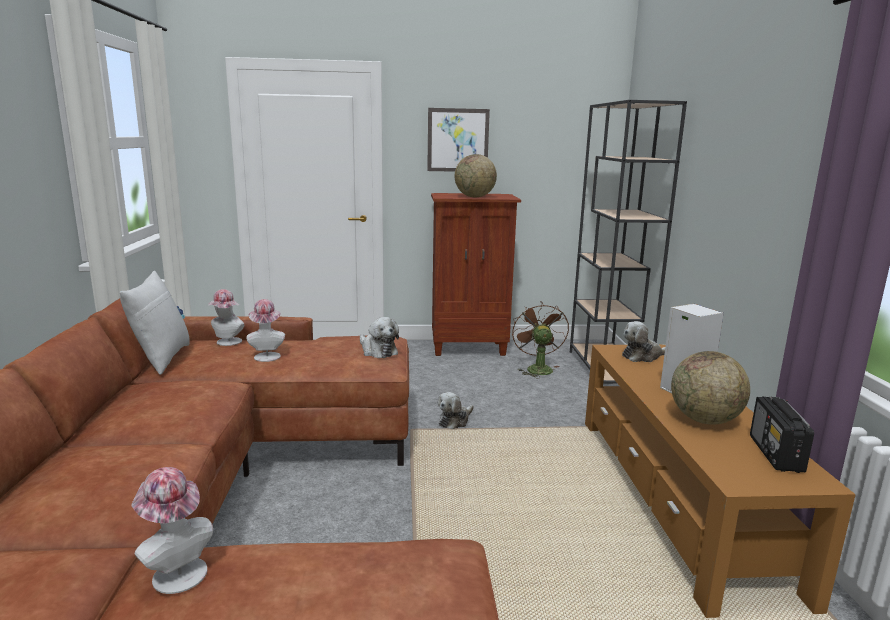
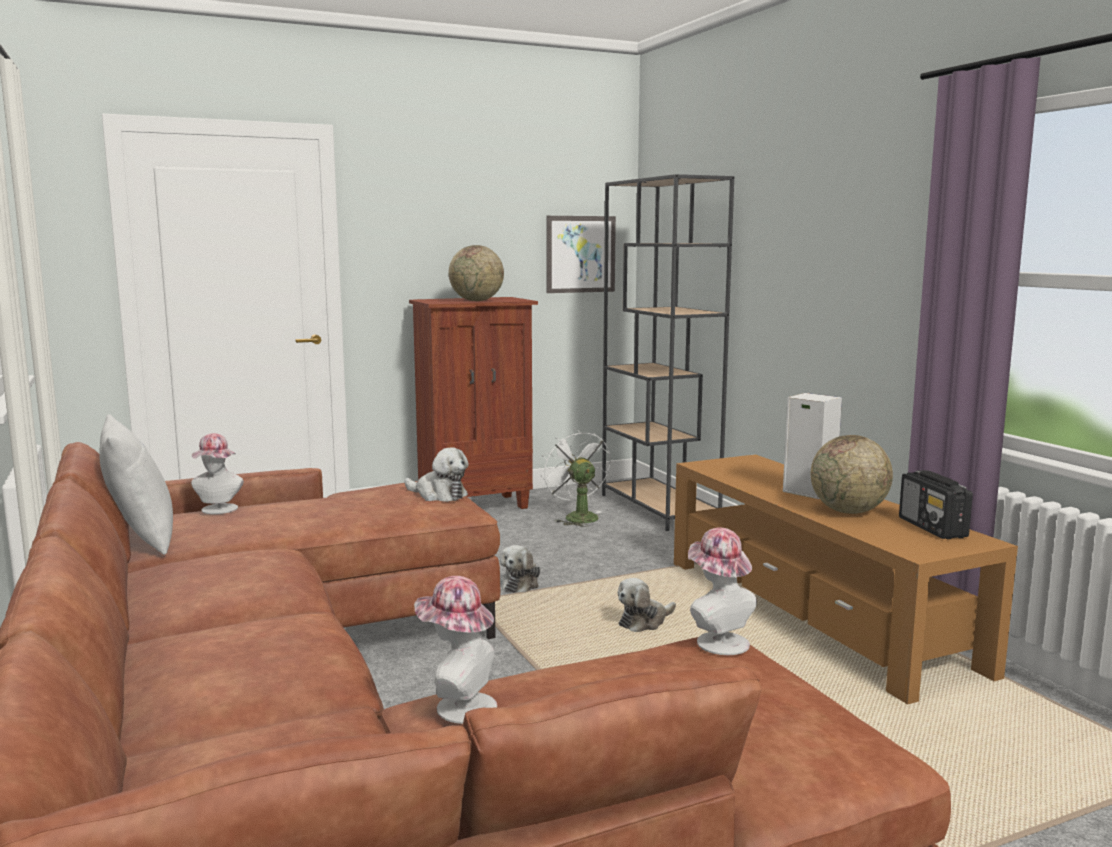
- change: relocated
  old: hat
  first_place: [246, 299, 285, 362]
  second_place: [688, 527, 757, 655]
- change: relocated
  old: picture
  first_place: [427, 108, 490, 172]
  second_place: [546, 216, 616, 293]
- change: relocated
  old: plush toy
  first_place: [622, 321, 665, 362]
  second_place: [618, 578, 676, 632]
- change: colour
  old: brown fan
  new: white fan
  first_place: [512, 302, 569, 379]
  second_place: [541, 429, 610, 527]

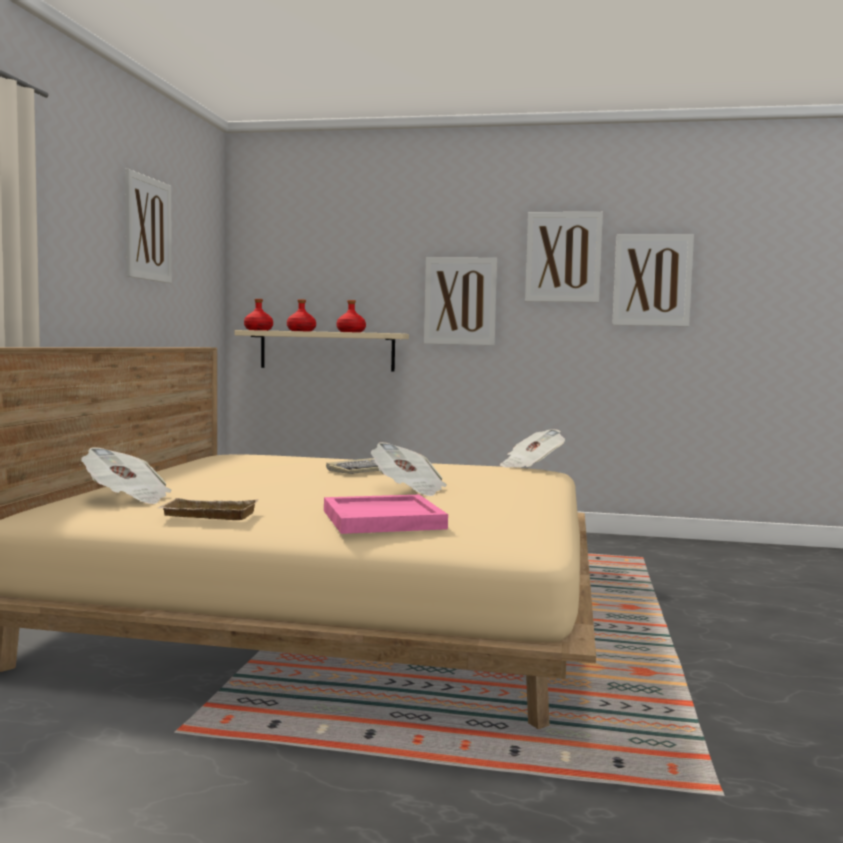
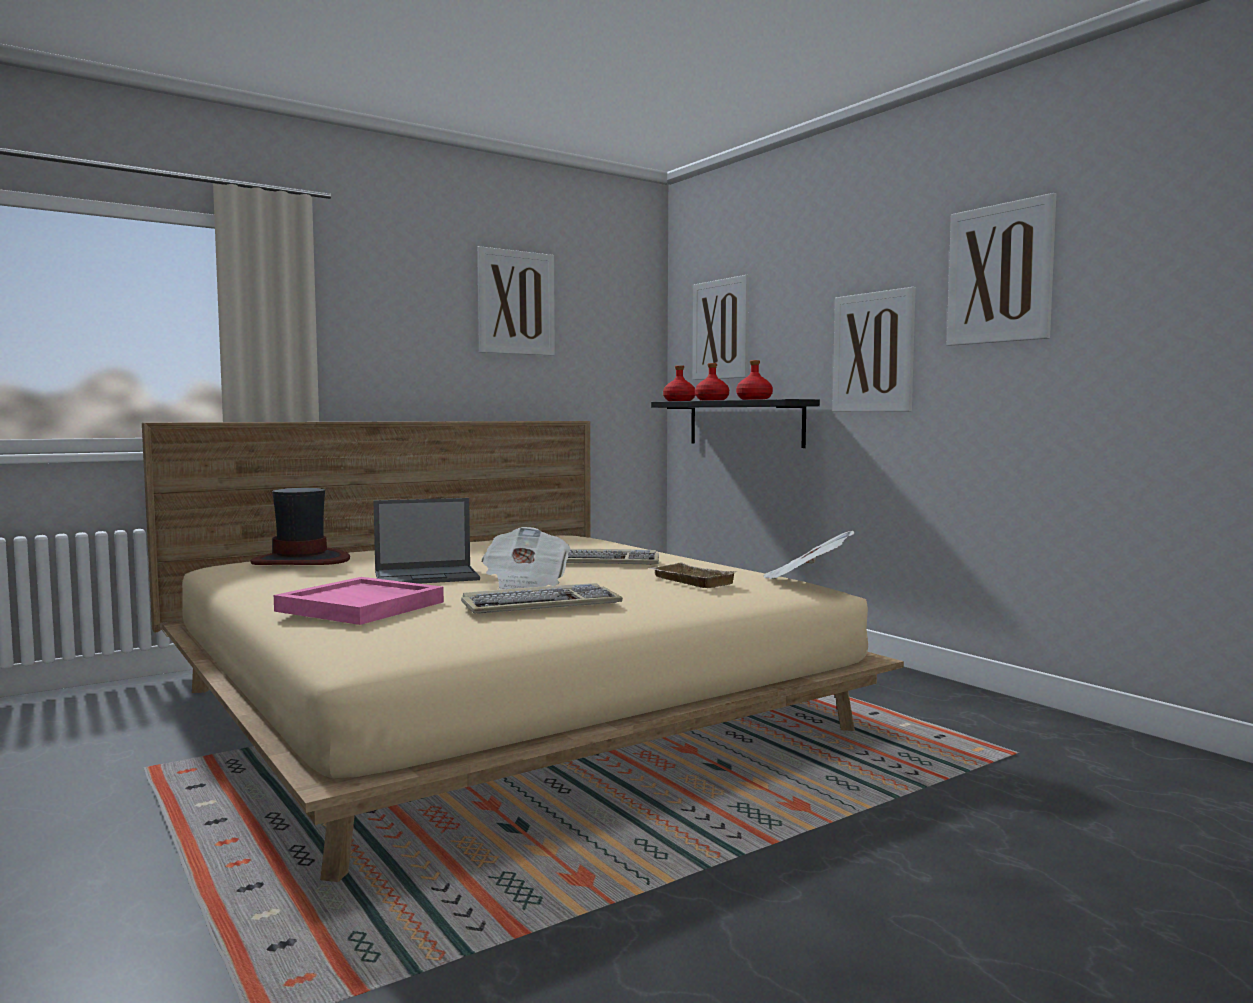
- change: appeared
  new: laptop
  second_place: [373, 498, 480, 584]
- change: appeared
  new: keyboard
  second_place: [461, 583, 623, 614]
- change: relocated
  old: beige tray
  first_place: [158, 498, 259, 520]
  second_place: [648, 563, 737, 588]
- change: relocated
  old: picture
  first_place: [612, 234, 694, 326]
  second_place: [693, 275, 749, 380]
- change: exchanged
  old: newspaper
  new: hat
  first_place: [81, 447, 172, 504]
  second_place: [250, 488, 350, 565]
- change: colour
  old: beige shelf
  new: black shelf
  first_place: [235, 330, 409, 371]
  second_place: [651, 399, 820, 448]

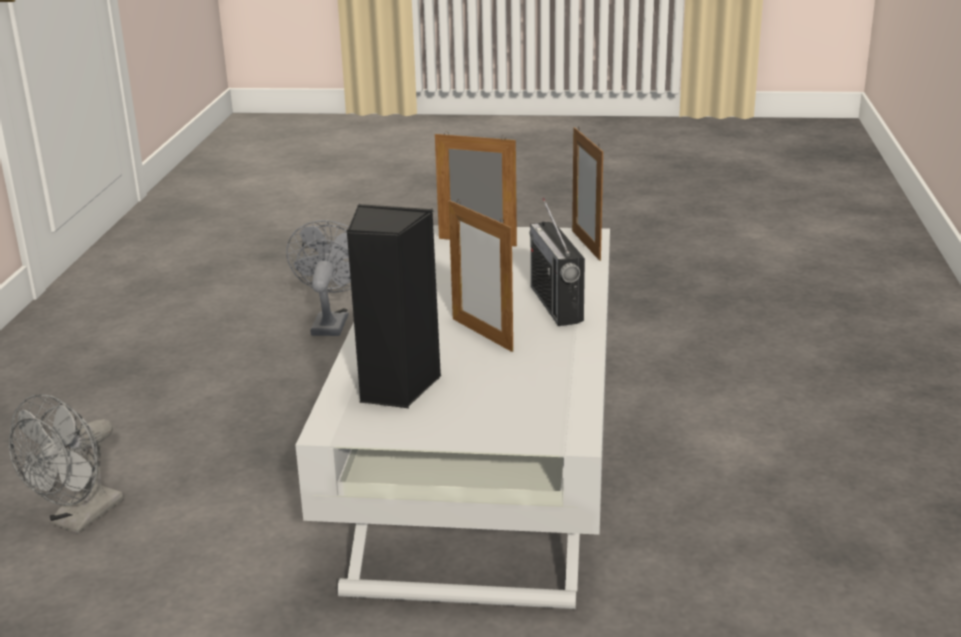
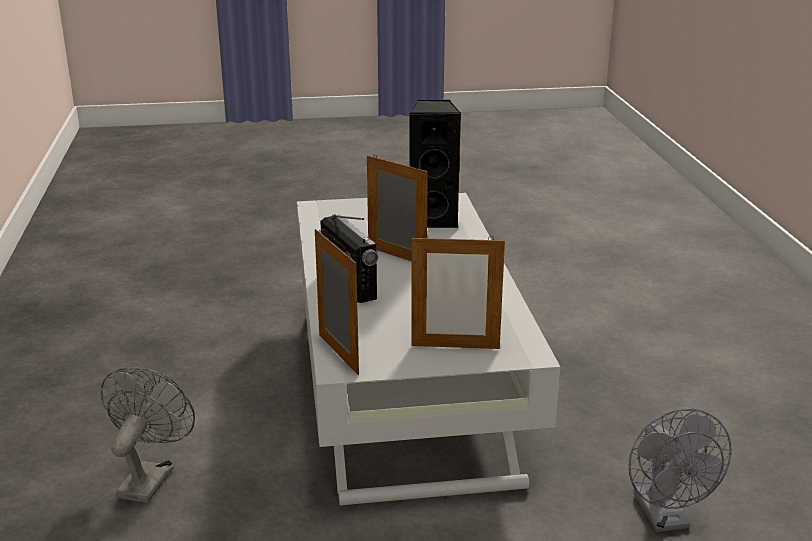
- change: relocated
  old: grey fan
  first_place: [9, 394, 123, 533]
  second_place: [100, 367, 195, 503]

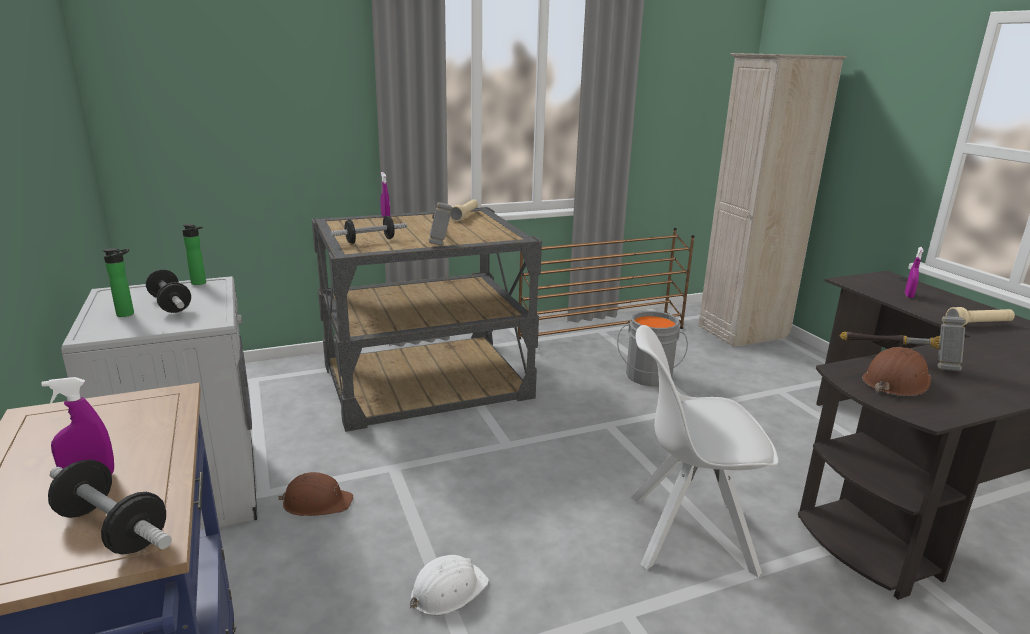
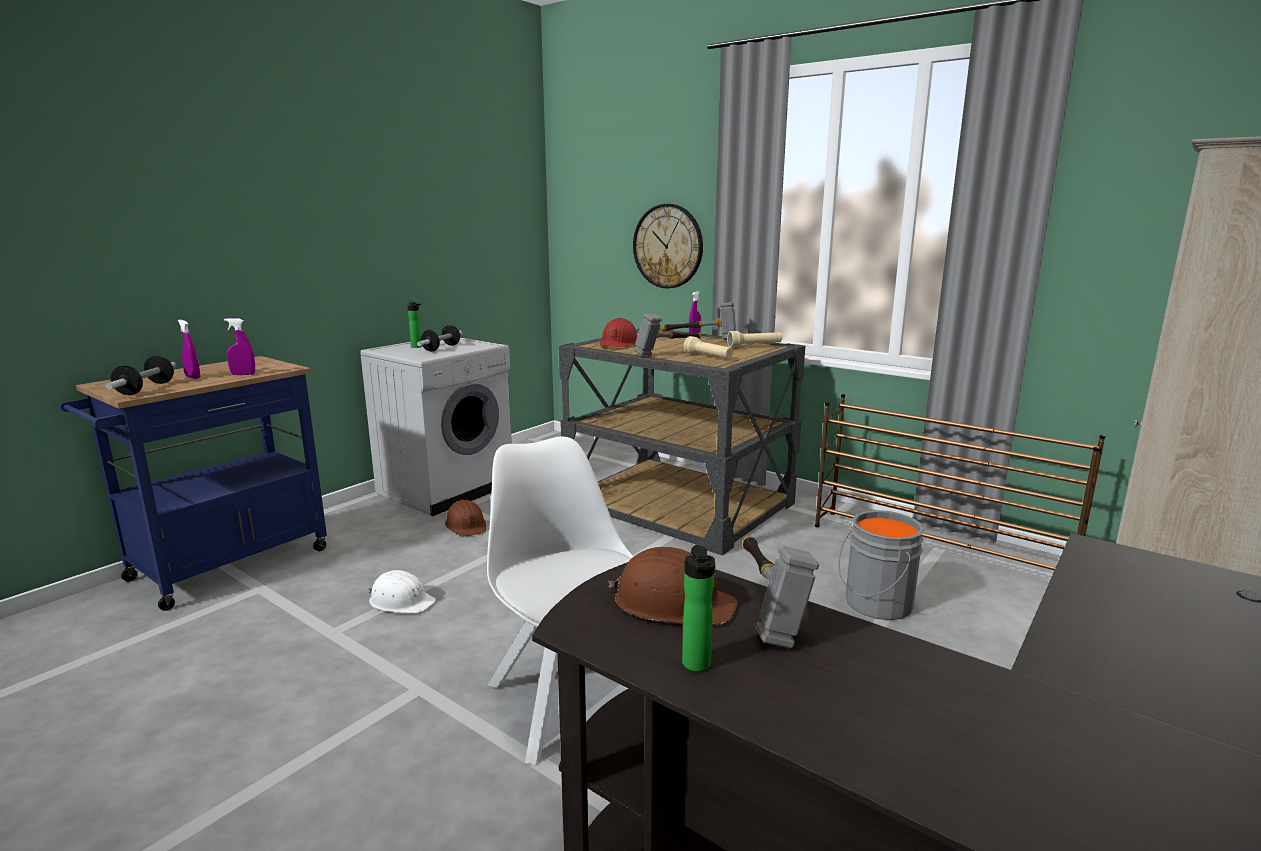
- change: appeared
  new: wall clock
  second_place: [633, 204, 703, 288]
- change: appeared
  new: hammer
  second_place: [661, 302, 736, 340]
- change: relocated
  old: bottle
  first_place: [182, 224, 206, 285]
  second_place: [682, 545, 715, 671]
- change: relocated
  old: purple spray bottle
  first_place: [905, 247, 924, 298]
  second_place: [224, 318, 255, 375]
- change: relocated
  old: beige flashlight
  first_place: [946, 307, 1015, 326]
  second_place: [683, 336, 733, 358]
- change: exchanged
  old: dumbbell
  new: red hard hat
  first_place: [330, 216, 407, 244]
  second_place: [600, 318, 637, 347]

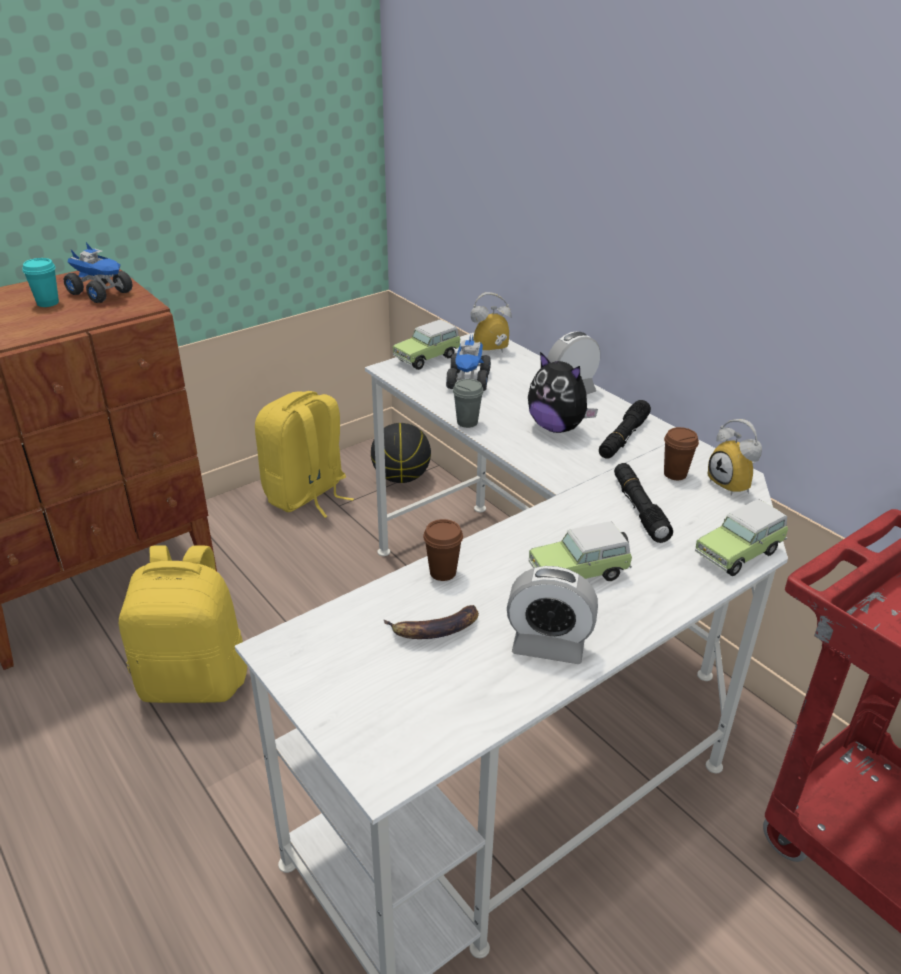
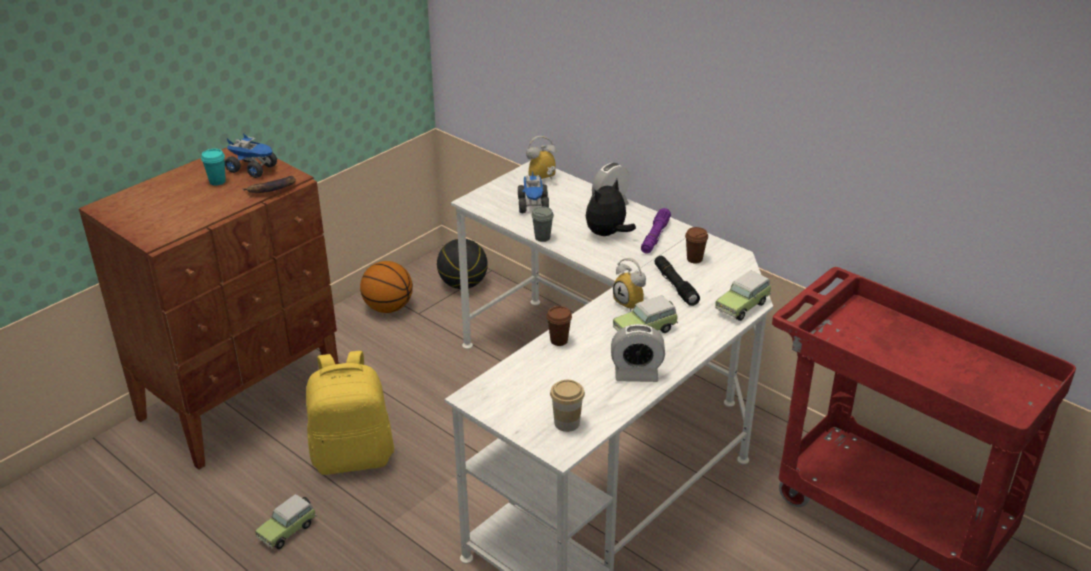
- change: appeared
  new: cup
  second_place: [550, 380, 585, 432]
- change: relocated
  old: banana
  first_place: [384, 605, 479, 639]
  second_place: [242, 176, 296, 193]
- change: relocated
  old: toy car
  first_place: [393, 320, 460, 370]
  second_place: [255, 494, 317, 549]
- change: relocated
  old: alarm clock
  first_place: [707, 419, 762, 496]
  second_place: [613, 258, 646, 312]
- change: exchanged
  old: yellow backpack
  new: basketball
  first_place: [255, 391, 354, 518]
  second_place: [360, 261, 413, 313]
- change: colour
  old: black flashlight
  new: purple flashlight
  first_place: [599, 400, 651, 459]
  second_place: [641, 208, 671, 254]
- change: spun
  old: plush toy
  first_place: [528, 352, 598, 433]
  second_place: [586, 179, 636, 236]
  degrees: 105

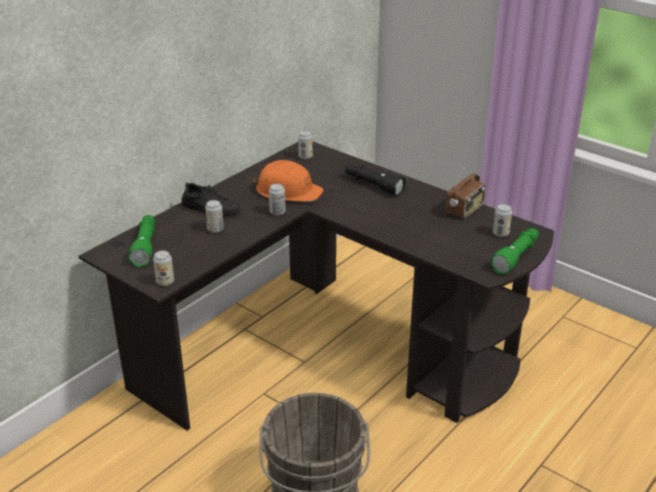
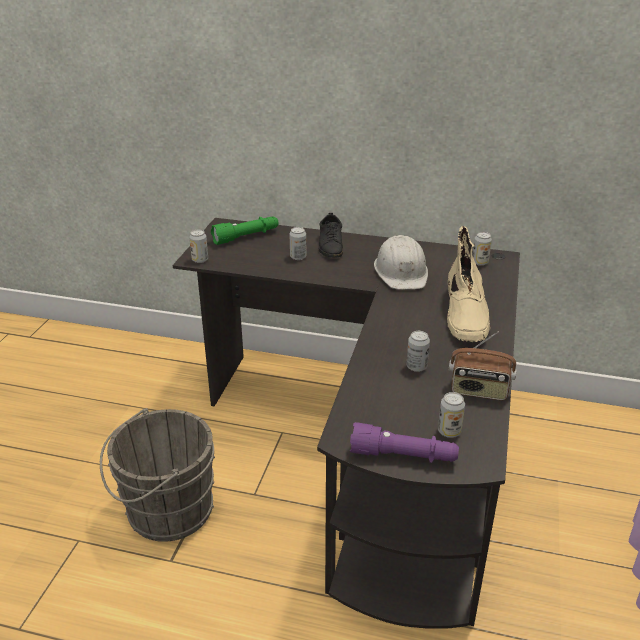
- change: relocated
  old: can
  first_place: [269, 184, 286, 216]
  second_place: [407, 331, 430, 372]
- change: exchanged
  old: black flashlight
  new: beige boot
  first_place: [345, 163, 406, 196]
  second_place: [447, 226, 491, 342]
- change: colour
  old: orange hard hat
  new: white hard hat
  first_place: [253, 160, 324, 202]
  second_place: [374, 235, 428, 289]
- change: colour
  old: green flashlight
  new: purple flashlight
  first_place: [490, 228, 539, 274]
  second_place: [350, 422, 459, 463]

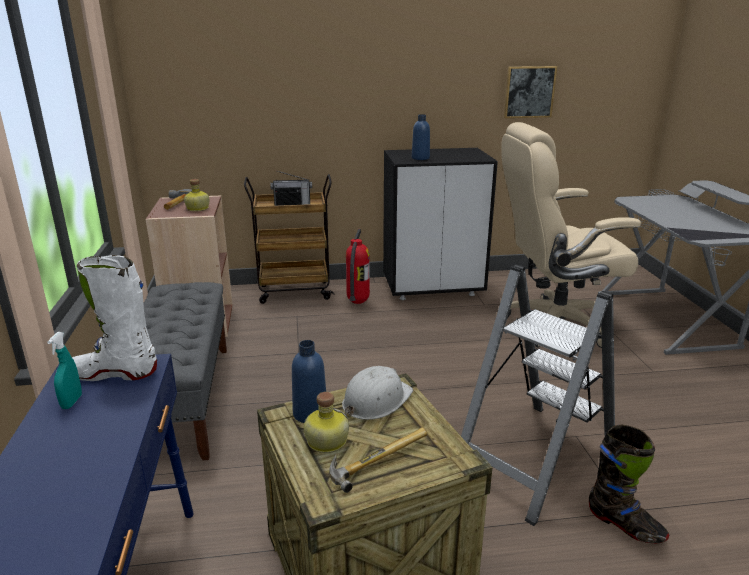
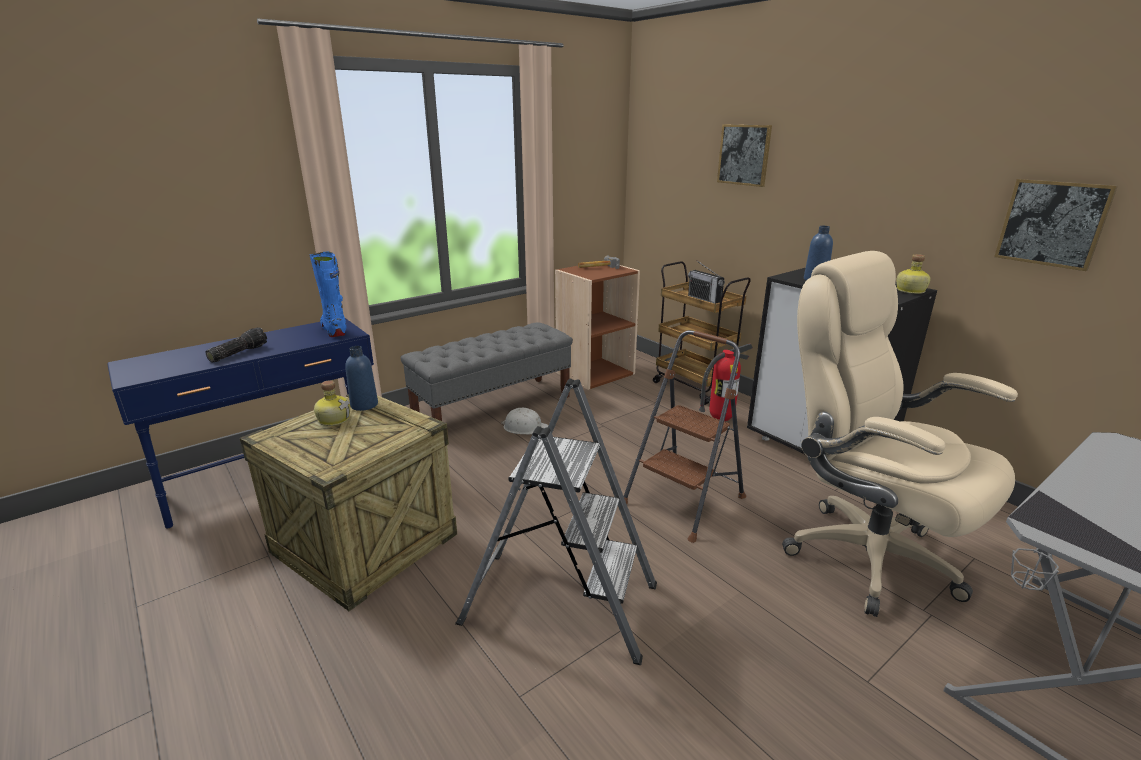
- change: missing
  old: turquoise spray bottle
  first_place: [47, 332, 82, 409]
- change: missing
  old: hammer
  first_place: [329, 427, 427, 493]
- change: missing
  old: black boot
  first_place: [589, 424, 669, 543]
- change: appeared
  new: flashlight
  second_place: [206, 328, 267, 363]
- change: appeared
  new: brown step ladder
  second_place: [624, 330, 746, 543]
- change: appeared
  new: picture
  second_place: [717, 124, 772, 187]
- change: relocated
  old: bottle
  first_place: [184, 179, 209, 211]
  second_place: [896, 254, 930, 294]
- change: relocated
  old: white hard hat
  first_place: [342, 366, 413, 420]
  second_place: [501, 408, 549, 434]
- change: colour
  old: white boot
  new: blue boot
  first_place: [72, 255, 157, 381]
  second_place: [309, 252, 347, 337]

